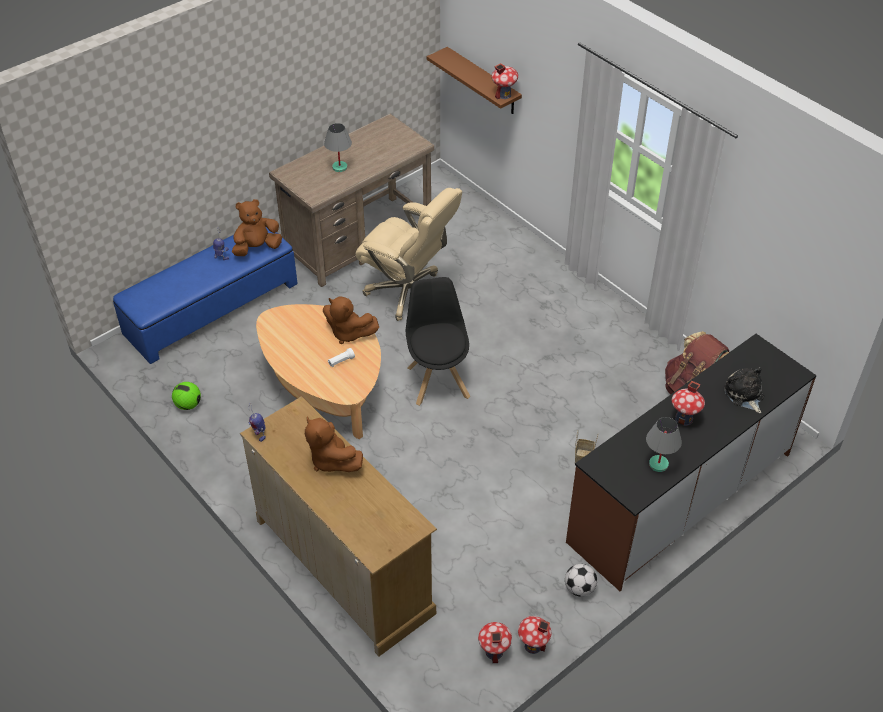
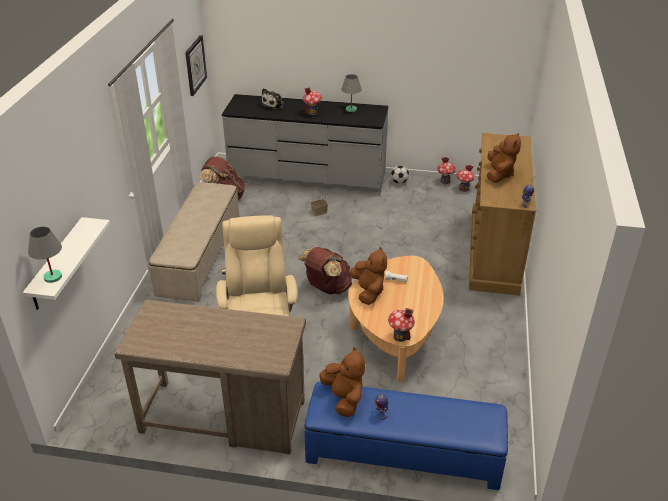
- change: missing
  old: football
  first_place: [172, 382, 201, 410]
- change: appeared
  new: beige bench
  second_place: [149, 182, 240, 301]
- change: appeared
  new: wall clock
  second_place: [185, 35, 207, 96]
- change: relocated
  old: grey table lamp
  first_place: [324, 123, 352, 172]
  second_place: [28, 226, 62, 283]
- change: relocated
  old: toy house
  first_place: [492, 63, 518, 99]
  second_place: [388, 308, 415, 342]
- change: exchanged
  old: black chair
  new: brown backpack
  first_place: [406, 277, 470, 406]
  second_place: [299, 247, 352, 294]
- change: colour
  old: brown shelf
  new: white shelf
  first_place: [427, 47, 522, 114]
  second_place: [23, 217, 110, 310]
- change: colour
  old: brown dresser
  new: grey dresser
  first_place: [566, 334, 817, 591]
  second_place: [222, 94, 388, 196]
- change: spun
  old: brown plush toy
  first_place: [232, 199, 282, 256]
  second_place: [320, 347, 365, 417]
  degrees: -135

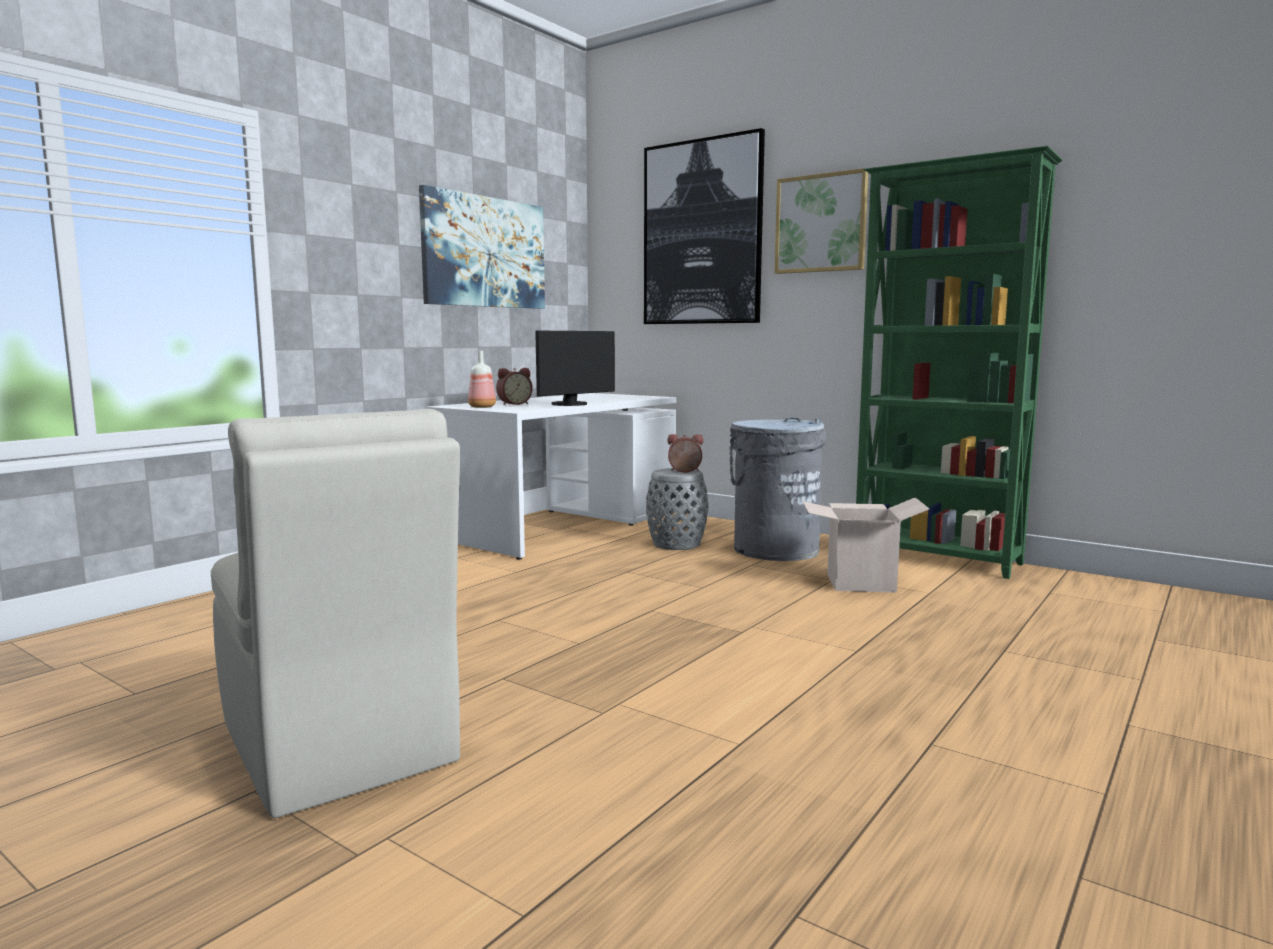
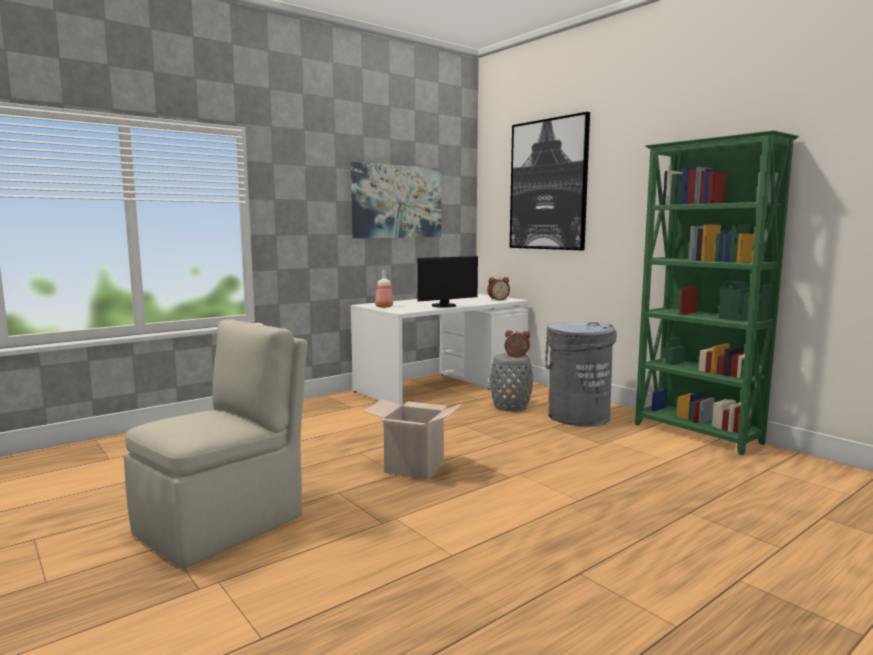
- change: missing
  old: picture
  first_place: [775, 168, 868, 274]
- change: relocated
  old: alarm clock
  first_place: [496, 368, 533, 405]
  second_place: [487, 277, 510, 300]
- change: relocated
  old: cardboard box
  first_place: [803, 497, 929, 593]
  second_place: [363, 399, 463, 480]
- change: spun
  old: beige chair
  first_place: [211, 409, 460, 818]
  second_place: [124, 319, 308, 569]
  degrees: -120

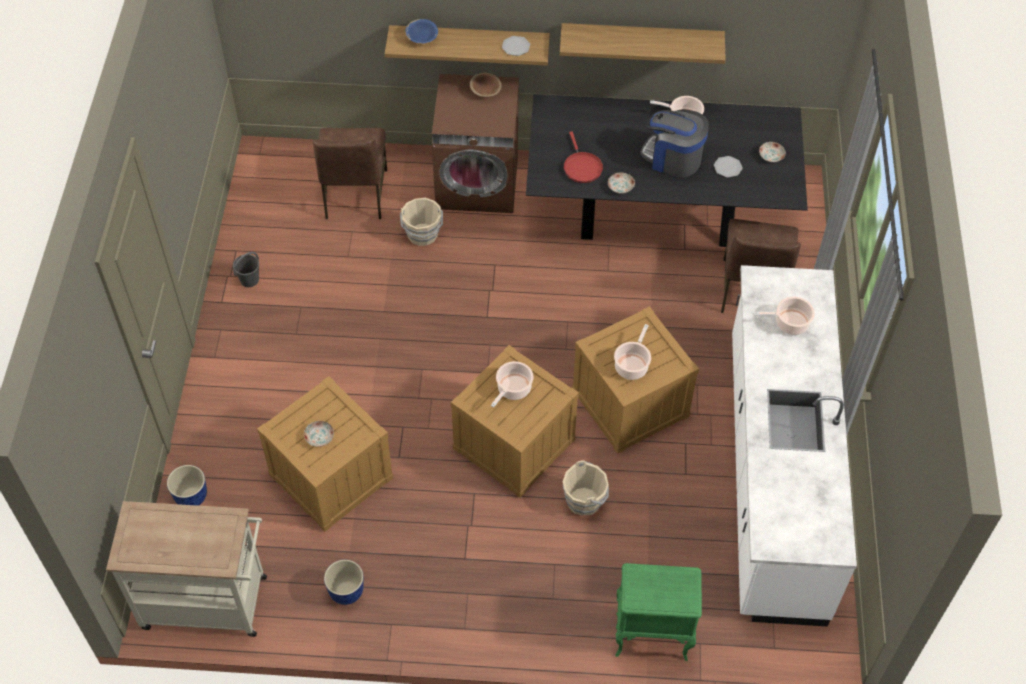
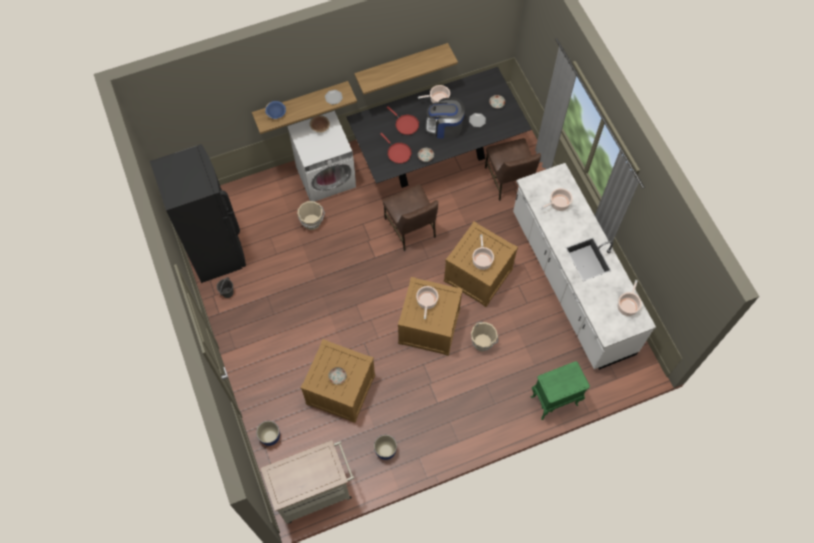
- change: appeared
  new: black fridge
  second_place: [150, 144, 246, 283]
- change: appeared
  new: red frying pan
  second_place: [387, 106, 419, 135]
- change: appeared
  new: cooking pot
  second_place: [618, 280, 642, 316]
- change: relocated
  old: brown chair
  first_place: [312, 128, 387, 219]
  second_place: [383, 184, 438, 251]
- change: colour
  old: brown washing machine
  new: white washing machine
  first_place: [432, 74, 519, 213]
  second_place: [287, 111, 356, 202]

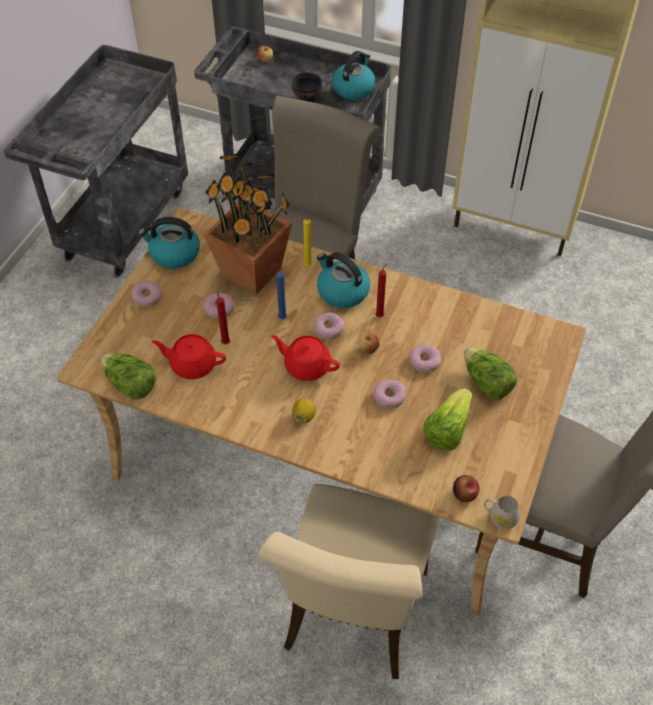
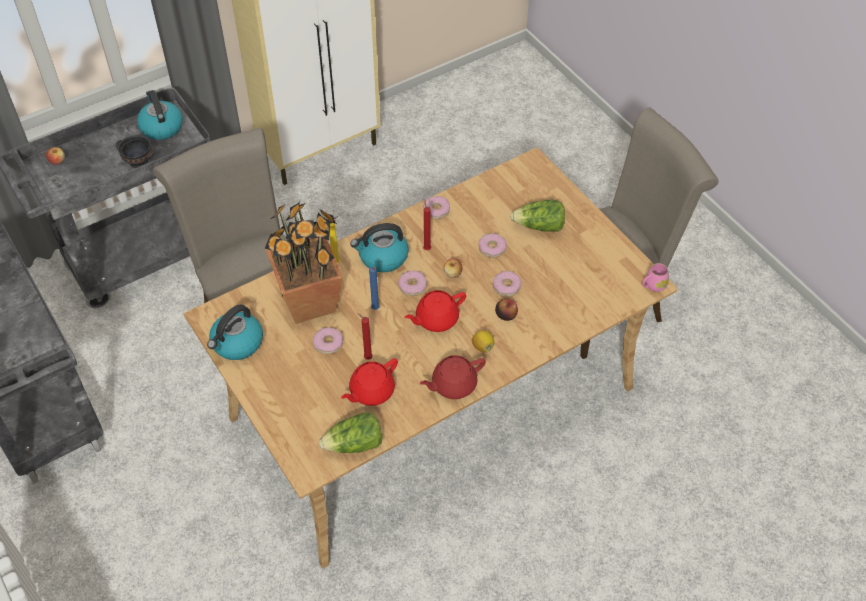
- change: missing
  old: beige chair
  first_place: [258, 484, 439, 679]
- change: missing
  old: lettuce
  first_place: [423, 388, 472, 451]
- change: appeared
  new: red teapot
  second_place: [420, 355, 486, 399]
- change: relocated
  old: donut
  first_place: [132, 281, 162, 307]
  second_place: [423, 196, 450, 219]
- change: relocated
  old: apple
  first_place: [453, 475, 479, 502]
  second_place: [495, 299, 518, 321]
- change: colour
  old: white mug
  new: pink mug
  first_place: [484, 495, 520, 529]
  second_place: [642, 263, 669, 292]

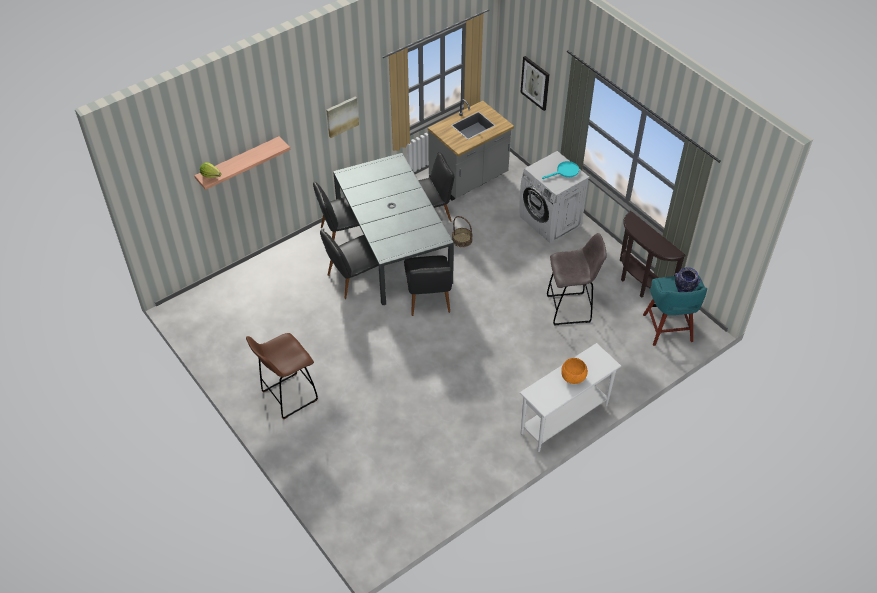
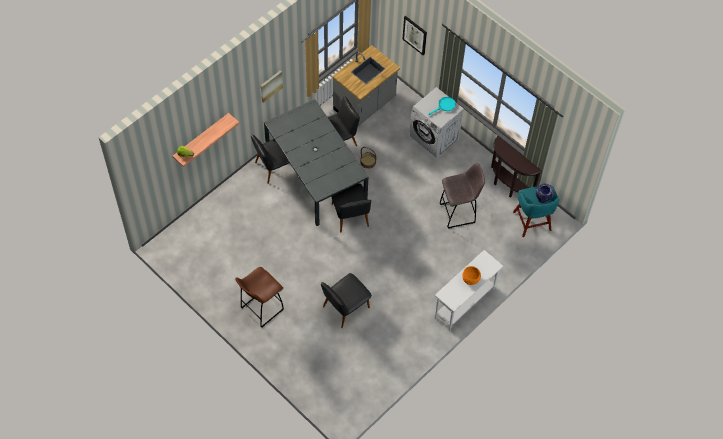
- change: relocated
  old: black chair
  first_place: [320, 229, 379, 299]
  second_place: [321, 273, 372, 328]

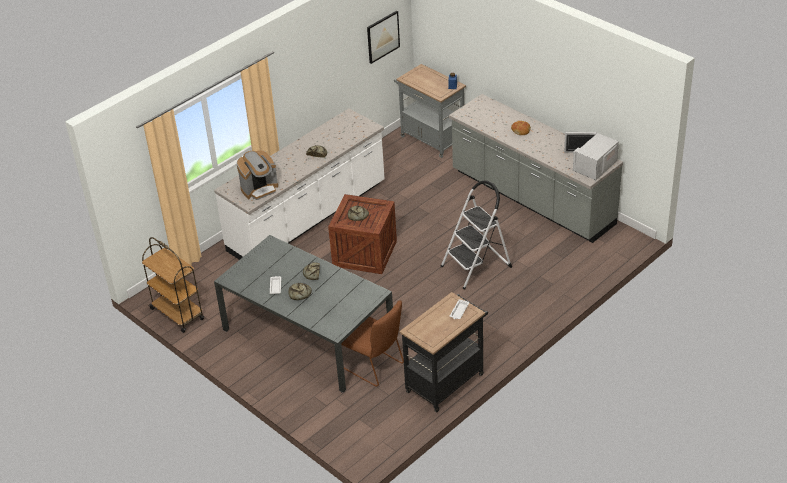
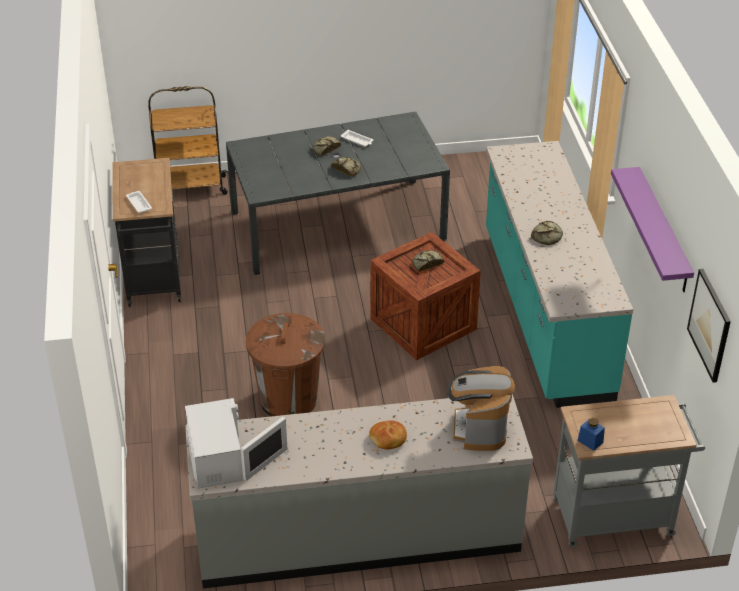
- change: missing
  old: brown chair
  first_place: [341, 300, 404, 387]
- change: appeared
  new: purple shelf
  second_place: [611, 167, 694, 292]
- change: relocated
  old: brown cart
  first_place: [142, 237, 204, 333]
  second_place: [148, 86, 228, 195]
- change: relocated
  old: coffee machine
  first_place: [237, 150, 278, 200]
  second_place: [447, 366, 515, 451]
- change: exchanged
  old: step ladder
  new: brown trash can
  first_place: [440, 181, 512, 289]
  second_place: [246, 313, 325, 416]
- change: colour
  old: white counter
  new: turquoise counter
  first_place: [214, 109, 385, 260]
  second_place: [486, 141, 633, 408]

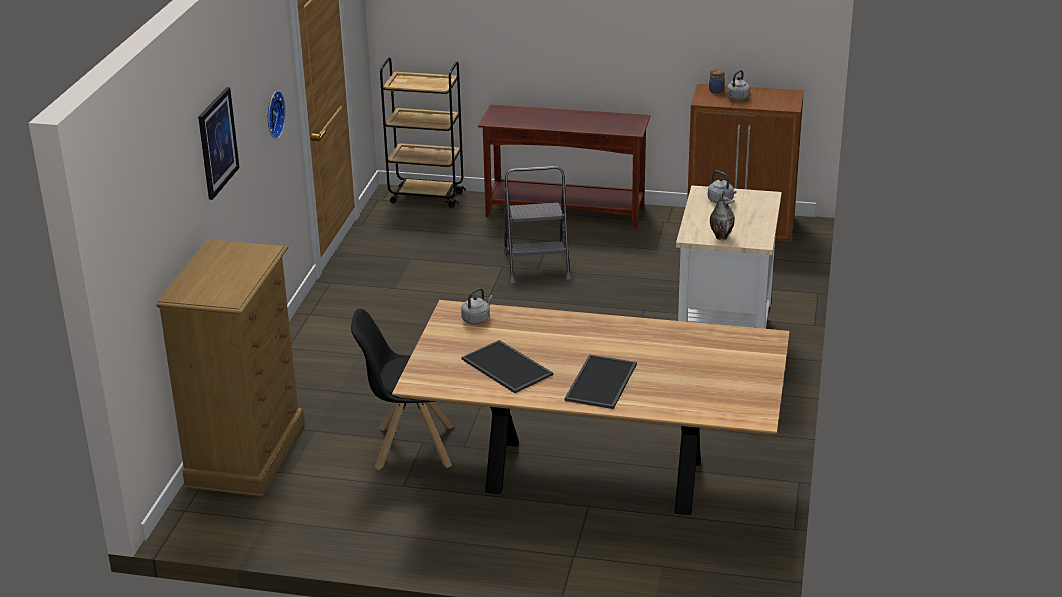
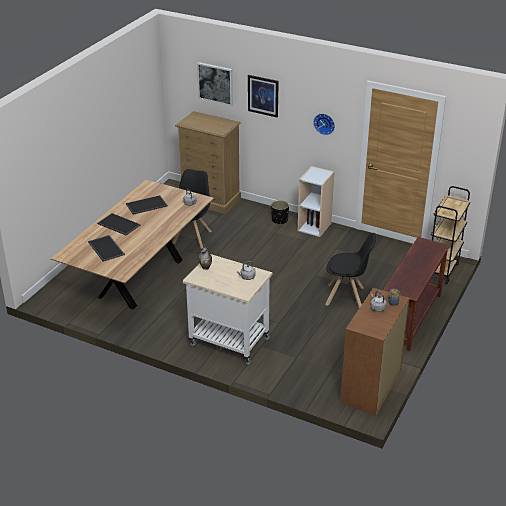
- change: appeared
  new: tray
  second_place: [88, 235, 125, 262]
- change: appeared
  new: picture
  second_place: [197, 62, 233, 106]
- change: appeared
  new: black planter
  second_place: [271, 200, 289, 224]
- change: appeared
  new: bookcase
  second_place: [297, 166, 334, 237]
- change: exchanged
  old: grey step ladder
  new: black chair
  first_place: [504, 166, 572, 283]
  second_place: [325, 233, 376, 308]

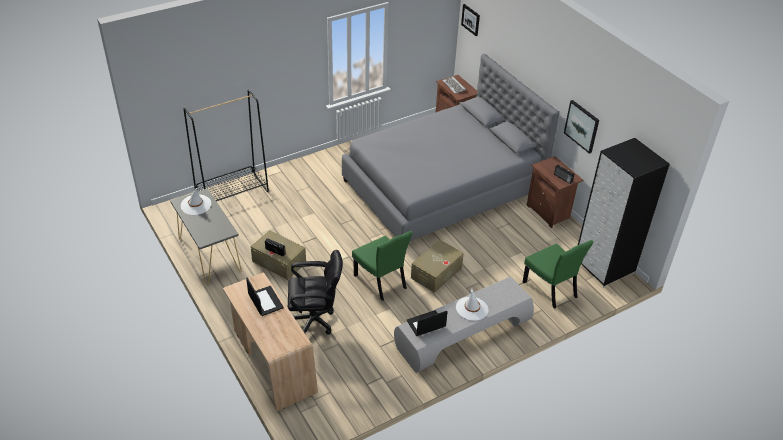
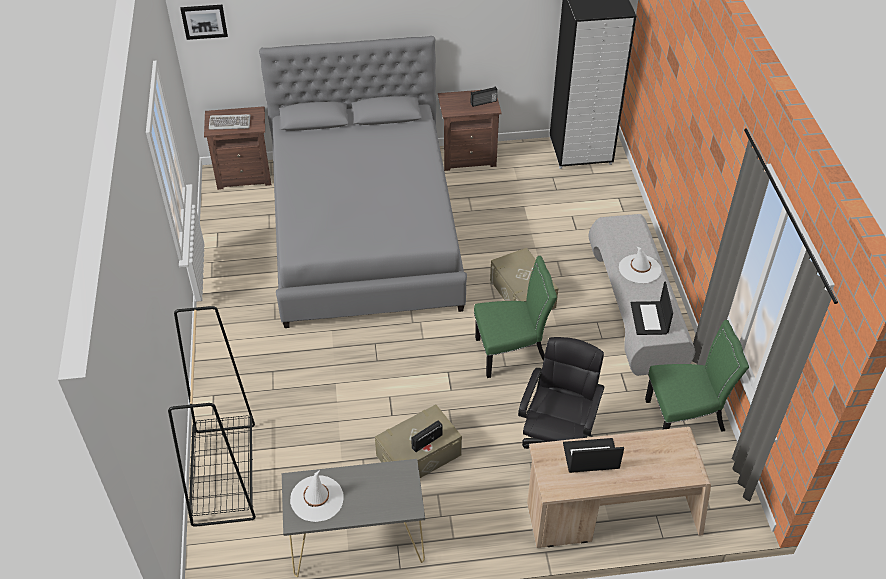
- change: missing
  old: picture
  first_place: [564, 100, 599, 154]
- change: relocated
  old: green chair
  first_place: [523, 240, 593, 309]
  second_place: [645, 320, 749, 432]

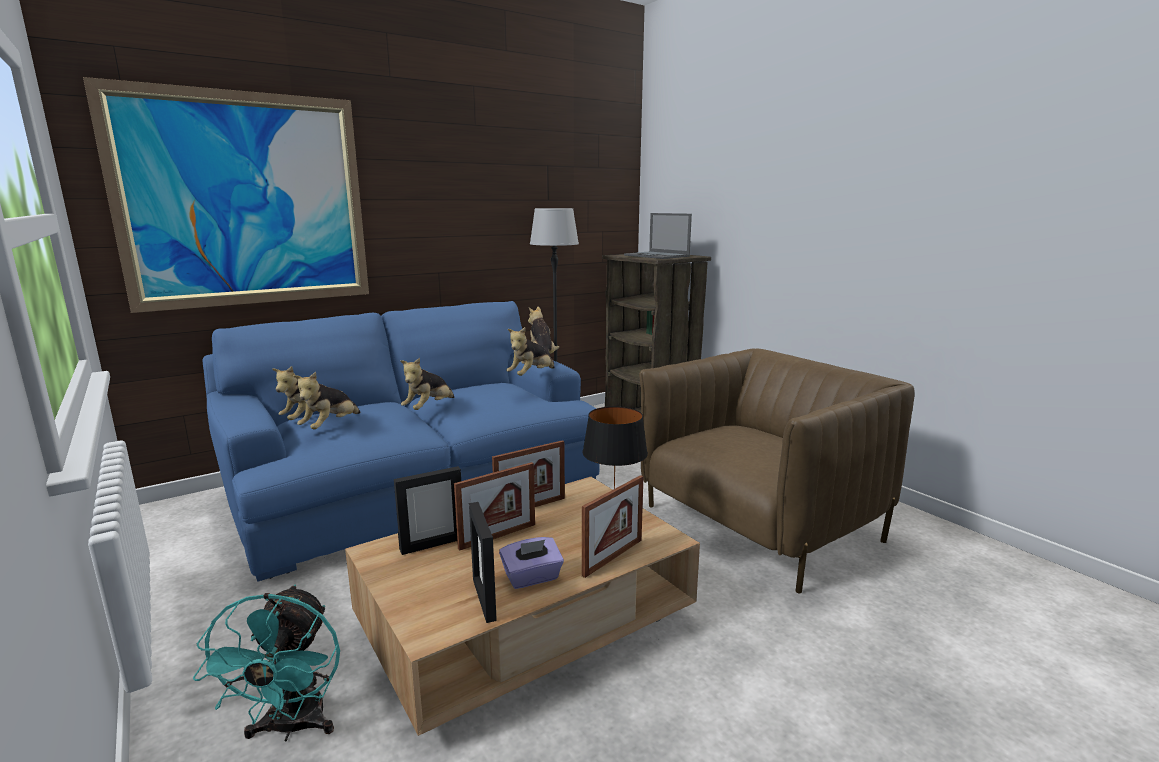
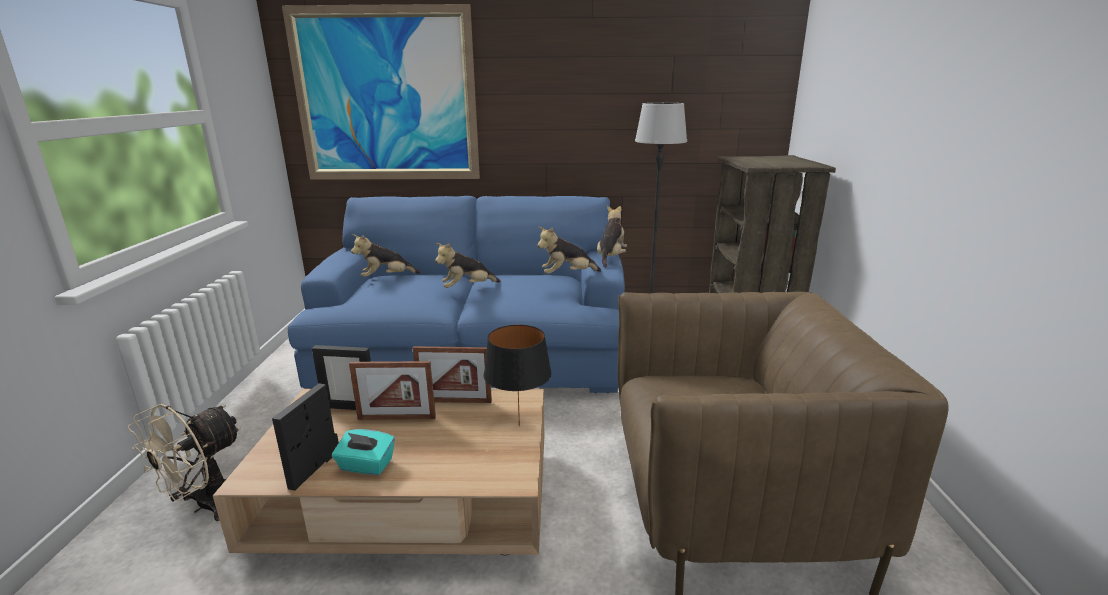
- change: missing
  old: plush toy
  first_place: [294, 372, 360, 429]
- change: missing
  old: picture frame
  first_place: [582, 475, 644, 578]
- change: missing
  old: laptop
  first_place: [624, 213, 692, 259]
- change: colour
  old: turquoise fan
  new: beige fan
  first_place: [193, 584, 340, 742]
  second_place: [128, 404, 241, 521]
- change: colour
  old: purple tissue box
  new: turquoise tissue box
  first_place: [499, 537, 564, 589]
  second_place: [332, 429, 395, 475]

